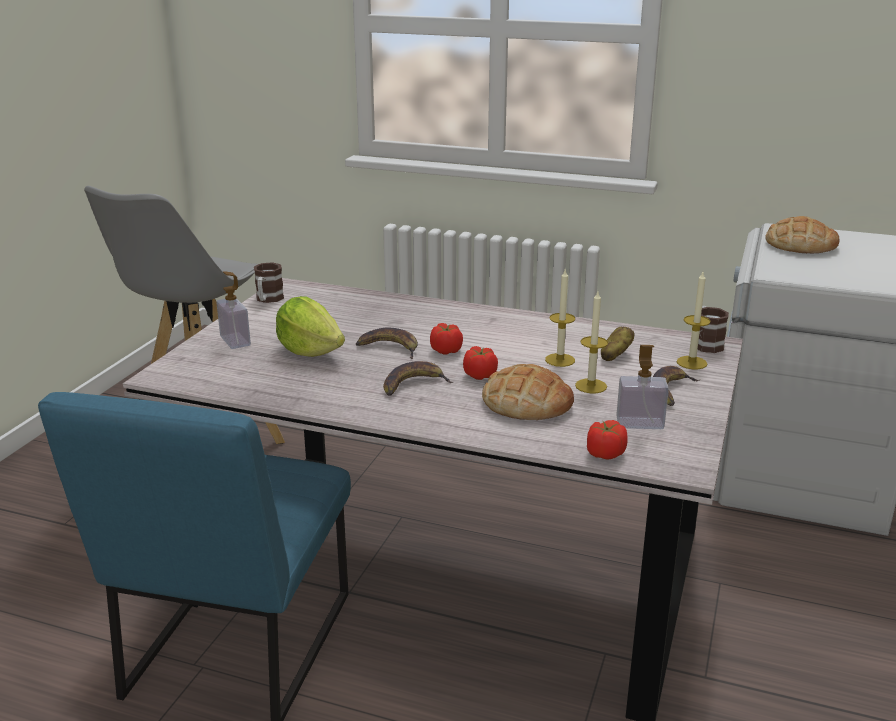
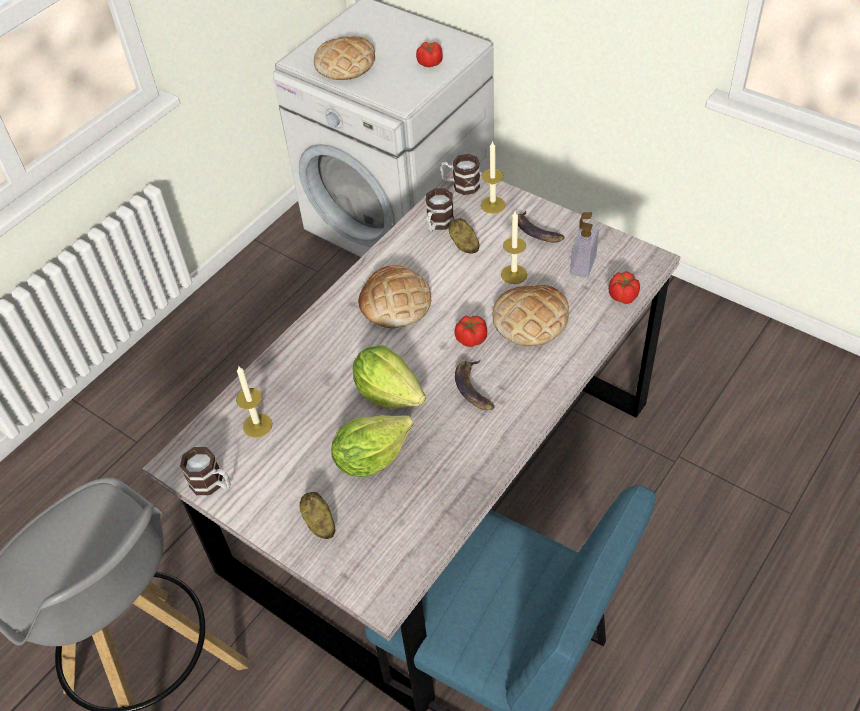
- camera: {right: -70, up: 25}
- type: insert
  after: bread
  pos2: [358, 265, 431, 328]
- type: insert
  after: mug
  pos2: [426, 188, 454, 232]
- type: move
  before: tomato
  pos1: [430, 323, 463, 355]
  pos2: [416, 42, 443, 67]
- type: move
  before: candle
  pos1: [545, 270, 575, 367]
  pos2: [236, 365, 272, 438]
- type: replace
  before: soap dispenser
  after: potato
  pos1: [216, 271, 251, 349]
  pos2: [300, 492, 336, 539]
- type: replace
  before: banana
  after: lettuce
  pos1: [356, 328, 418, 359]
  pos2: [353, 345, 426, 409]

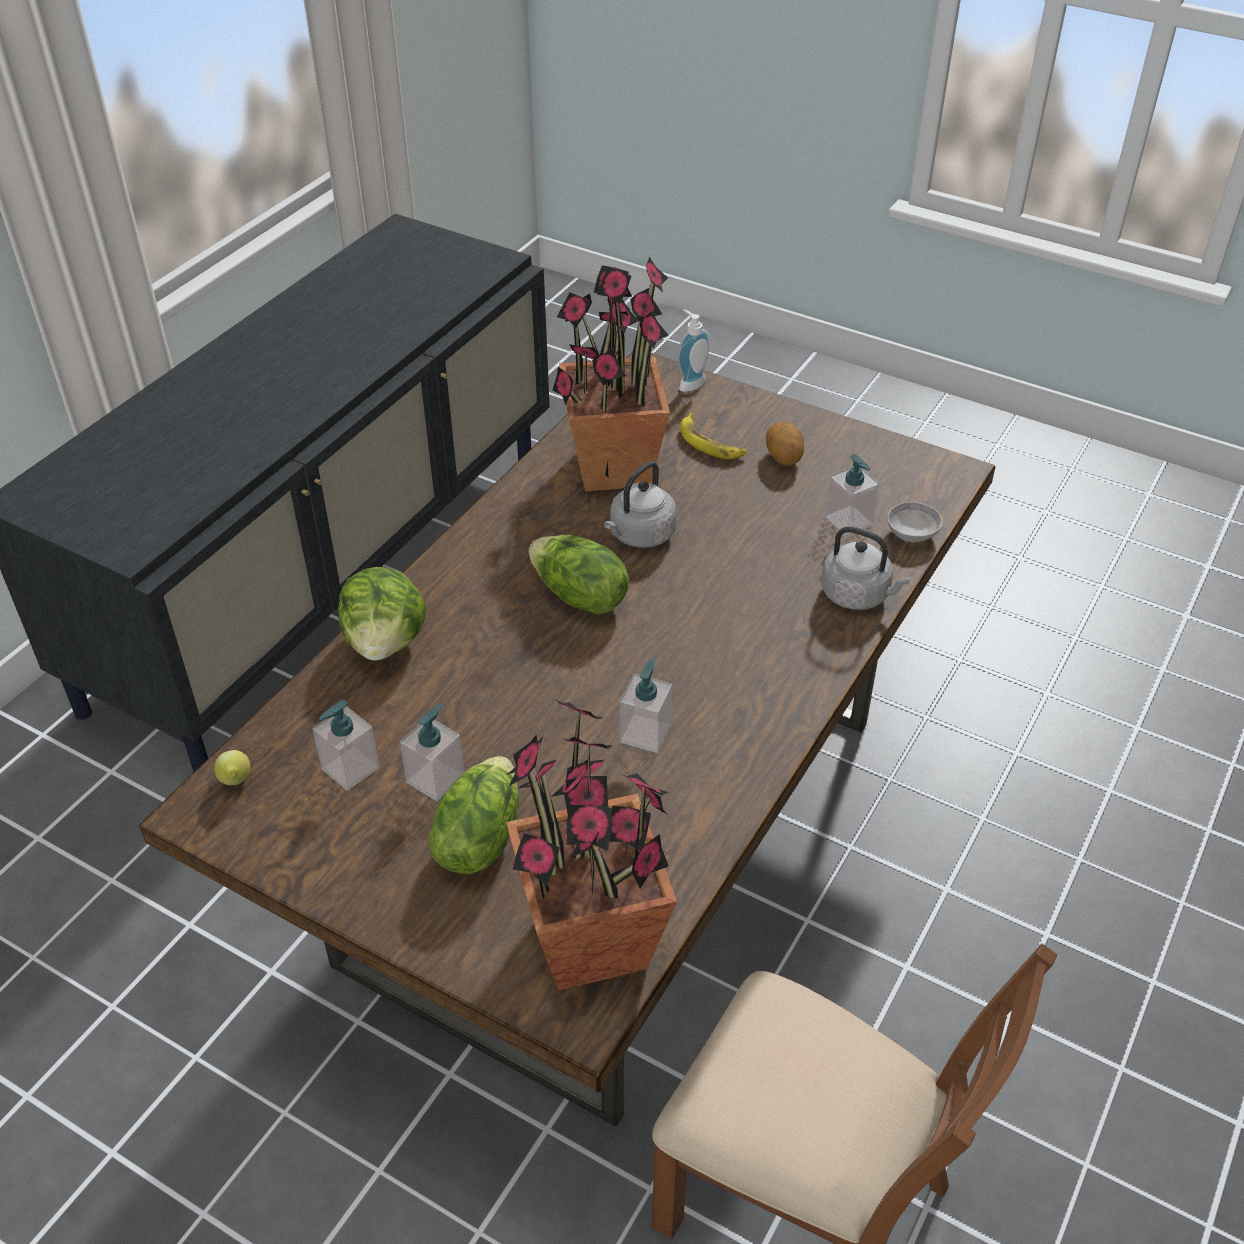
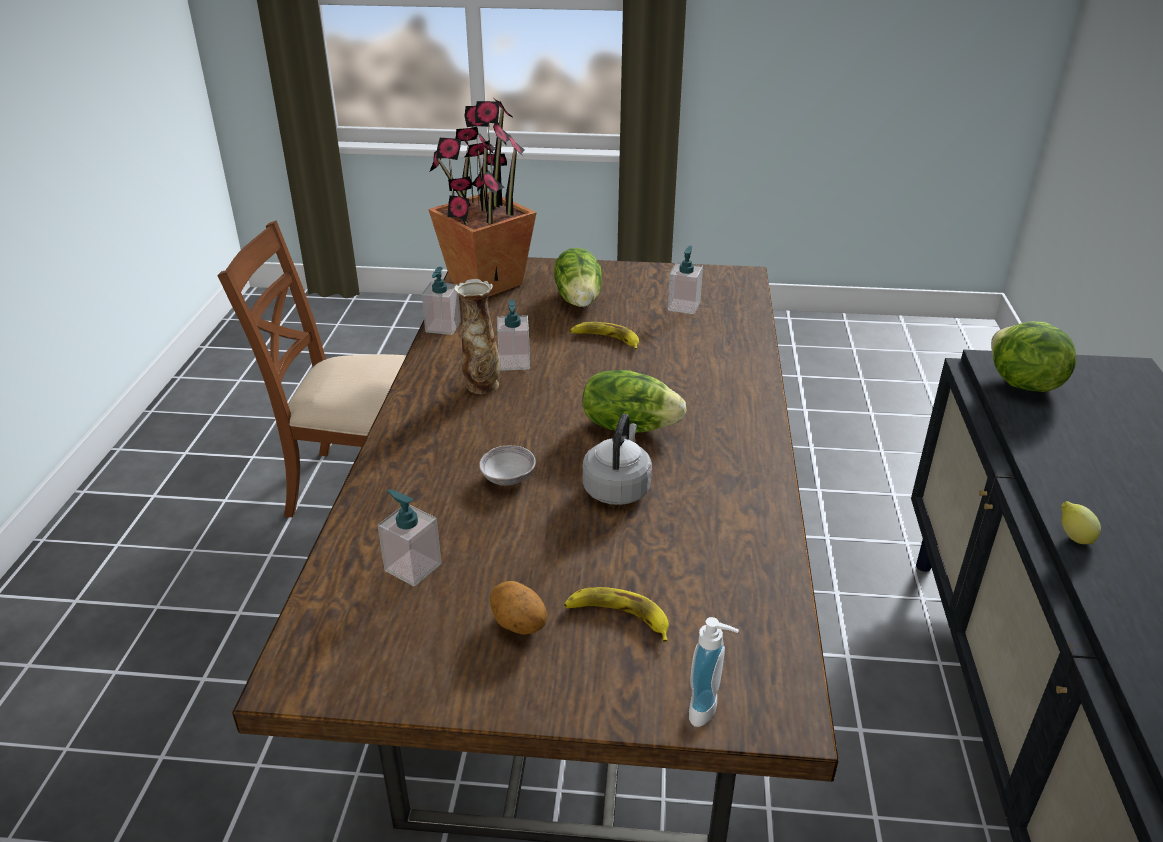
- camera: {right: 155, up: -10}
- type: delete
  before: potted plant
  pos1: [552, 257, 670, 492]
- type: delete
  before: kettle (grey)
  pos1: [821, 526, 911, 610]
- type: insert
  after: vase
  pos2: [454, 279, 500, 394]
- type: insert
  after: banana
  pos2: [570, 322, 639, 350]
- type: move
  before: lemon
  pos1: [214, 750, 250, 785]
  pos2: [1061, 501, 1101, 544]
- type: move
  before: lettuce
  pos1: [338, 567, 427, 661]
  pos2: [991, 321, 1077, 392]
- type: move
  before: soap dispenser
  pos1: [400, 703, 464, 801]
  pos2: [421, 267, 461, 335]
- type: move
  before: bowl (grey)
  pos1: [887, 502, 943, 542]
  pos2: [479, 446, 536, 486]

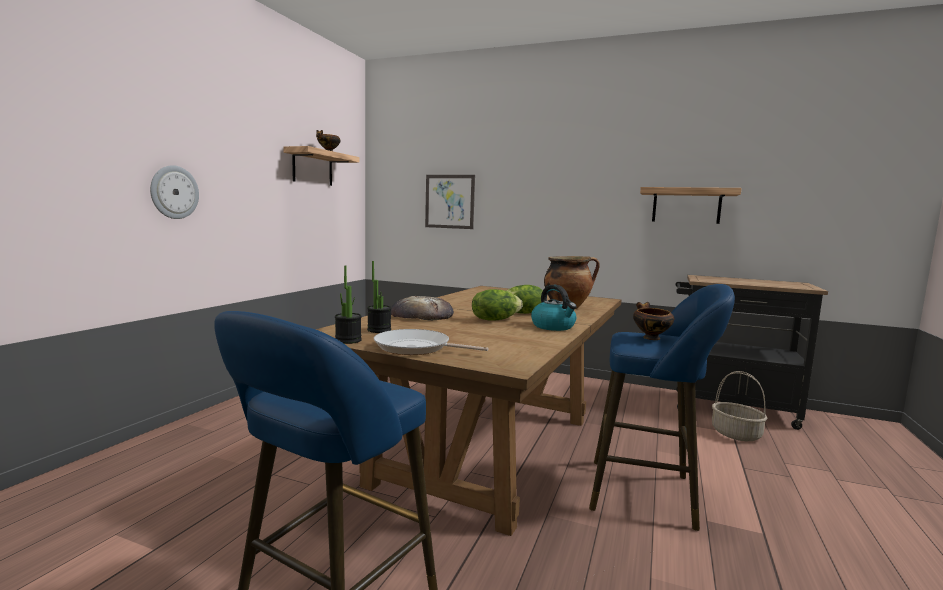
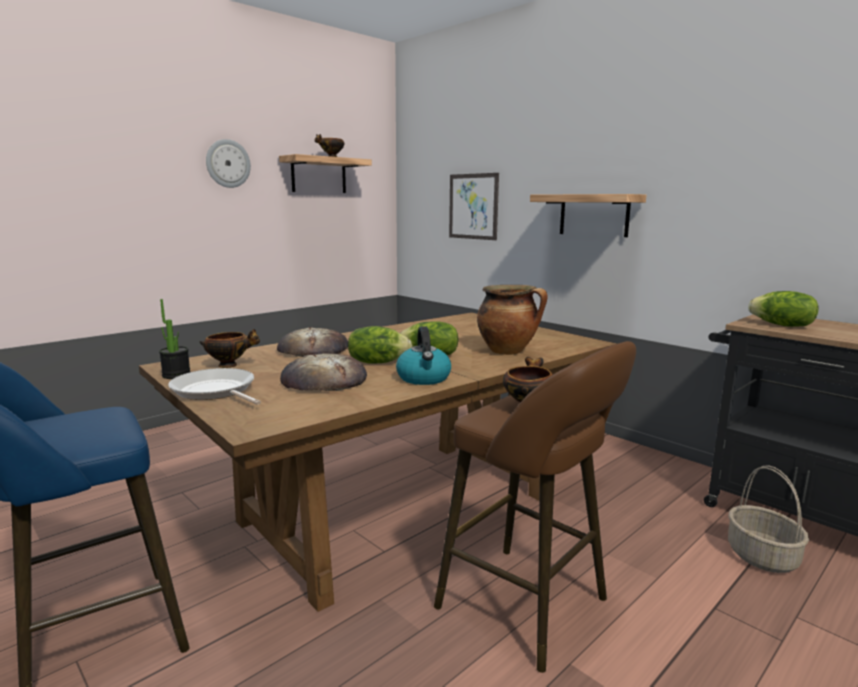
- camera: {right: 25, up: 5}
- type: insert
  after: bread
  pos2: [280, 353, 367, 391]
- type: insert
  after: lettuce
  pos2: [748, 291, 818, 327]
- type: move
  before: wall clock
  pos1: [150, 165, 199, 219]
  pos2: [206, 139, 251, 188]
- type: move
  before: shelf
  pos1: [640, 187, 741, 224]
  pos2: [530, 194, 647, 237]
- type: replace
  before: potted plant
  after: bowl
  pos1: [367, 261, 391, 333]
  pos2: [200, 329, 260, 368]
- type: recolor
  before: stool (blue)
  after: stool (brown)
  pos1: [589, 284, 735, 531]
  pos2: [434, 341, 636, 673]

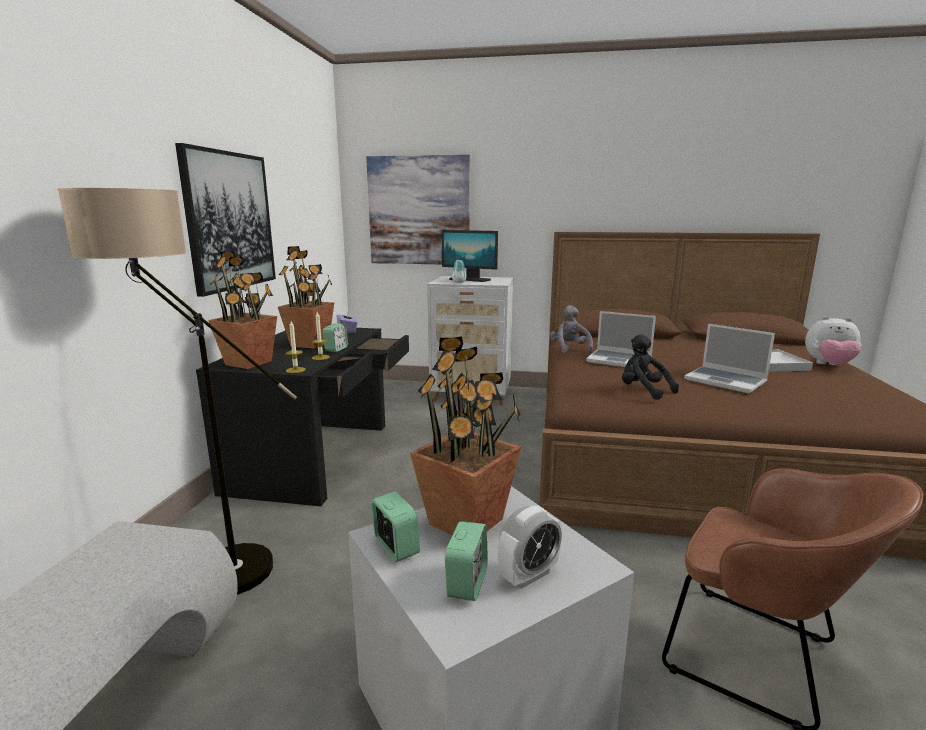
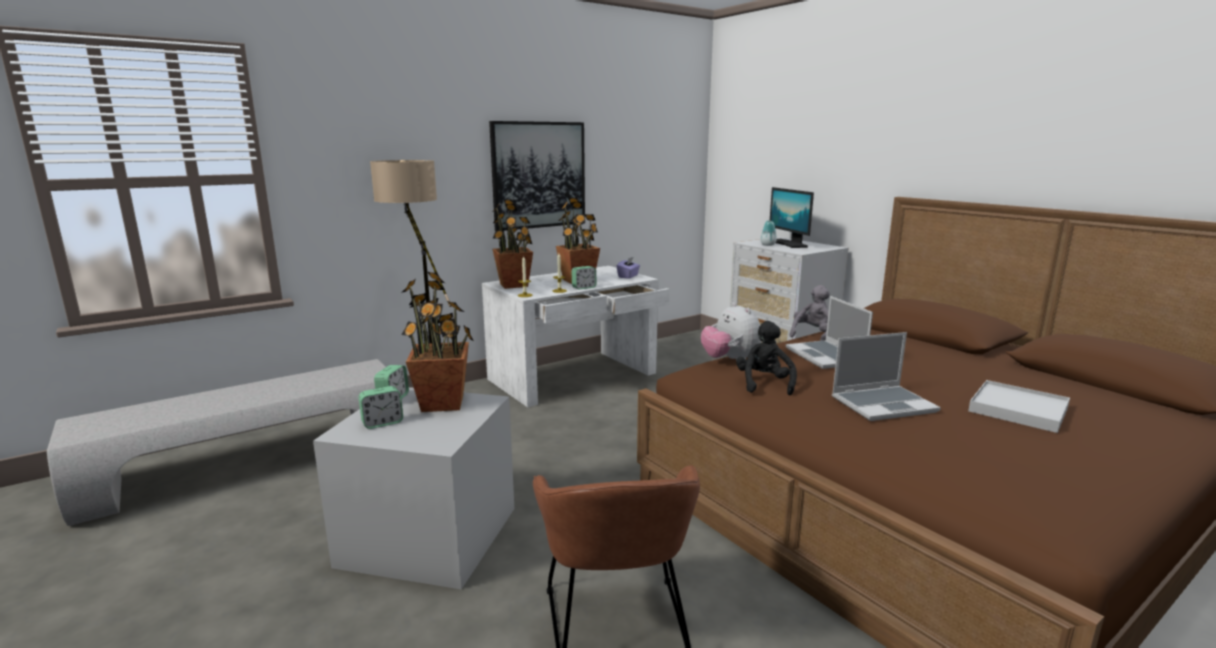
- camera: {right: 45, up: 0}
- type: delete
  before: picture
  pos1: [366, 154, 470, 264]
- type: delete
  before: alarm clock
  pos1: [498, 506, 562, 589]
- type: move
  before: plush toy
  pos1: [805, 316, 862, 365]
  pos2: [701, 302, 762, 360]
- type: recolor
  before: desk (black)
  after: desk (white)
  pos1: [196, 328, 409, 506]
  pos2: [482, 266, 669, 408]
- type: rotate
  before: laptop
  pos1: [684, 324, 775, 393]
  pos2: [832, 332, 941, 421]
  turn: -105

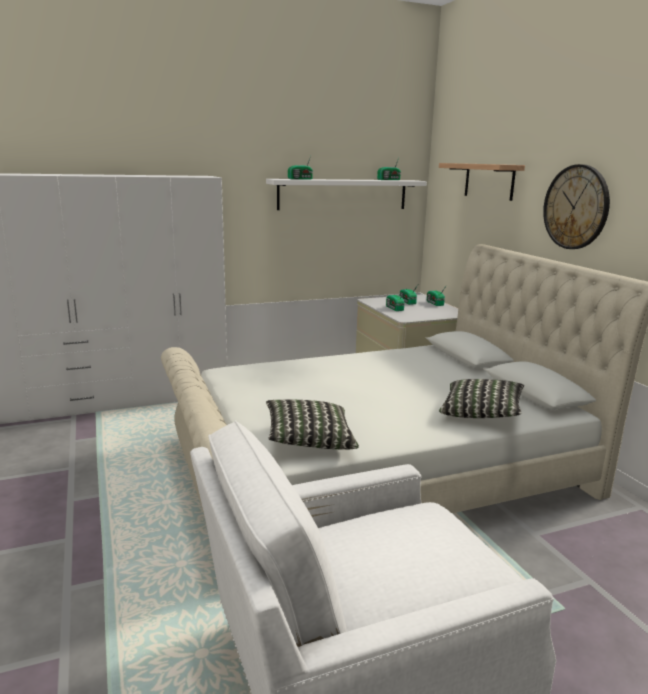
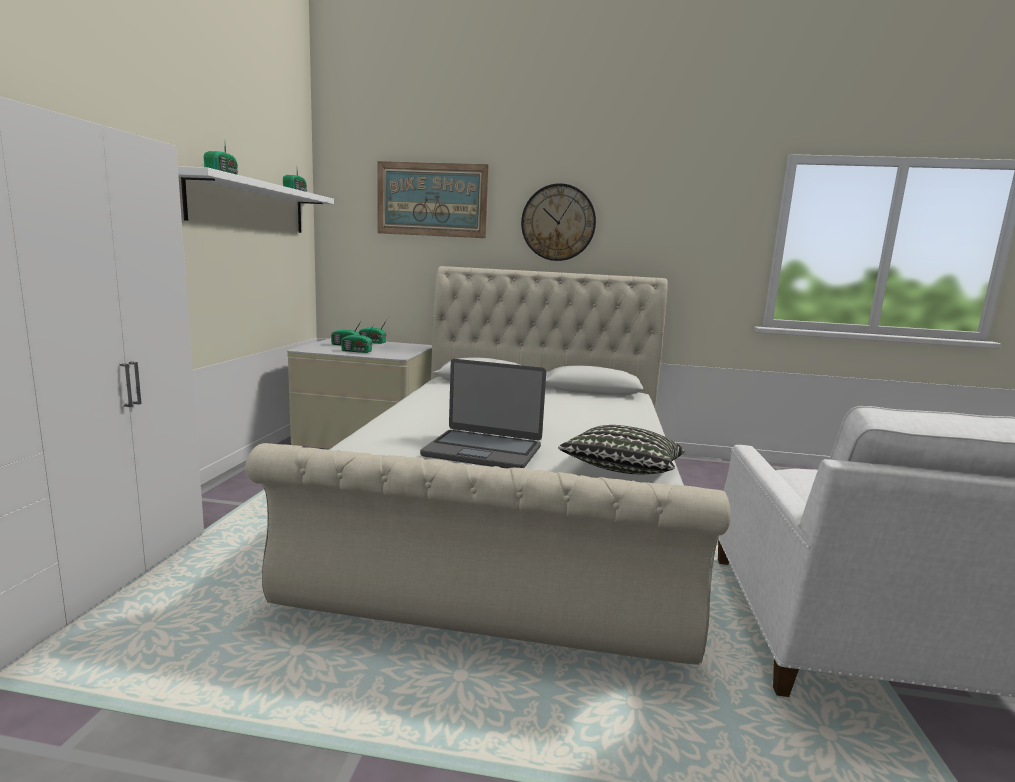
- camera: {right: -60, up: -5}
- type: delete
  before: pillow
  pos1: [439, 379, 524, 418]
- type: insert
  after: laptop
  pos2: [420, 359, 546, 468]
- type: replace
  before: shelf
  after: picture
  pos1: [439, 163, 525, 201]
  pos2: [377, 161, 489, 238]

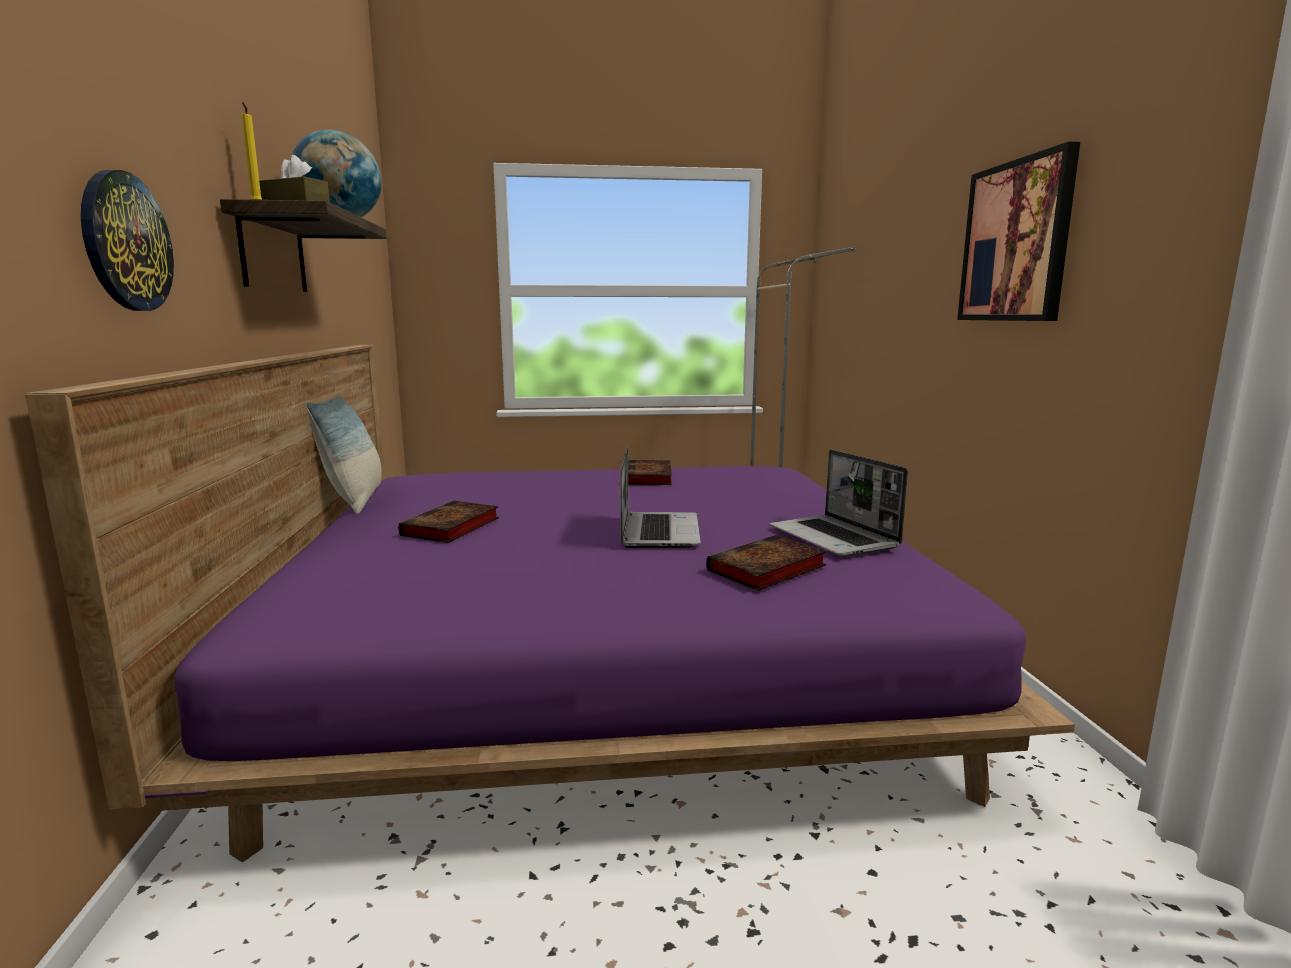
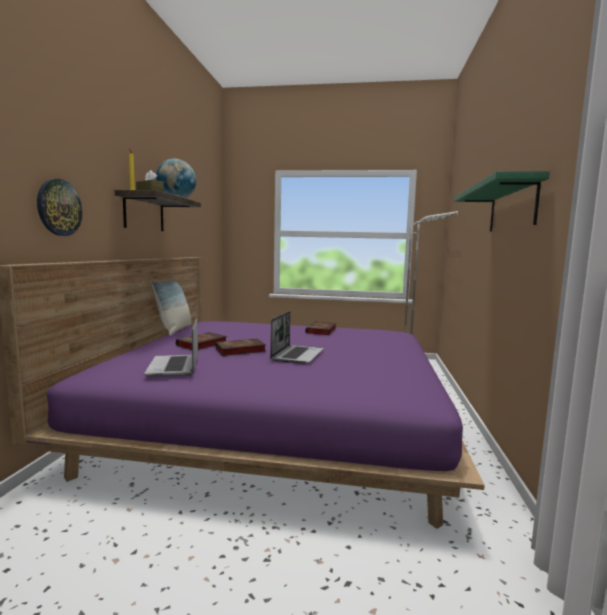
- camera: {right: 15, up: -5}
- type: move
  before: book
  pos1: [706, 535, 827, 591]
  pos2: [216, 338, 266, 356]
- type: move
  before: laptop
  pos1: [770, 450, 908, 557]
  pos2: [144, 317, 198, 376]
- type: replace
  before: picture
  after: shelf (green)
  pos1: [957, 142, 1080, 321]
  pos2: [454, 171, 550, 232]

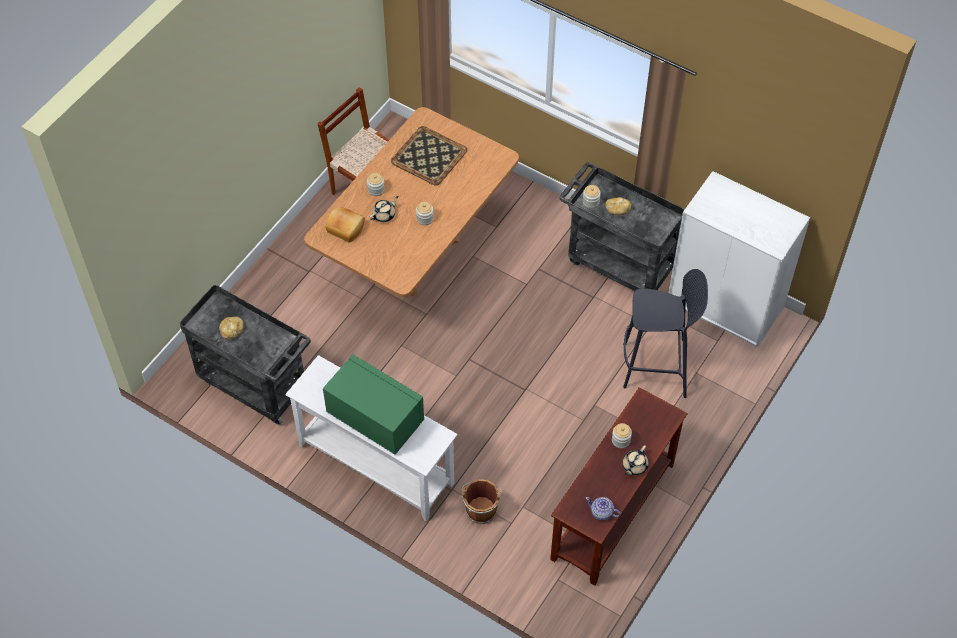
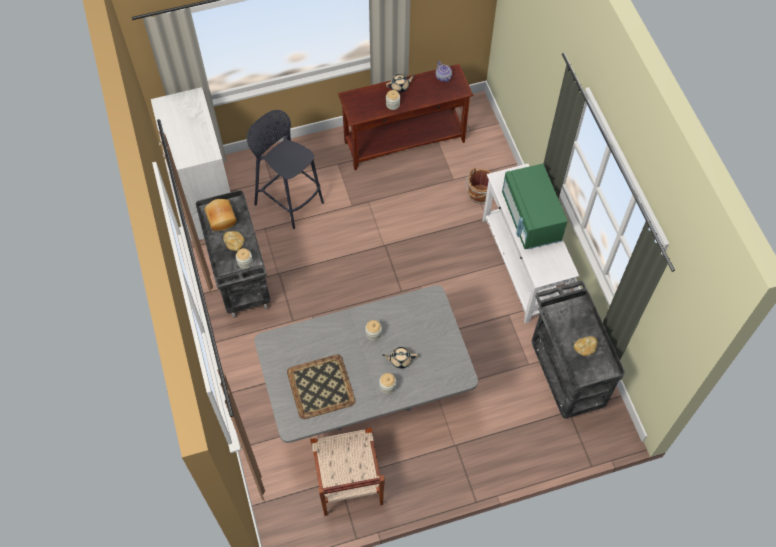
- camera: {right: -140, up: 5}
- type: move
  before: bread
  pos1: [326, 207, 365, 242]
  pos2: [205, 199, 237, 231]
- type: recolor
  before: dining table (brown)
  after: dining table (grey)
  pos1: [304, 107, 519, 298]
  pos2: [254, 285, 478, 443]

